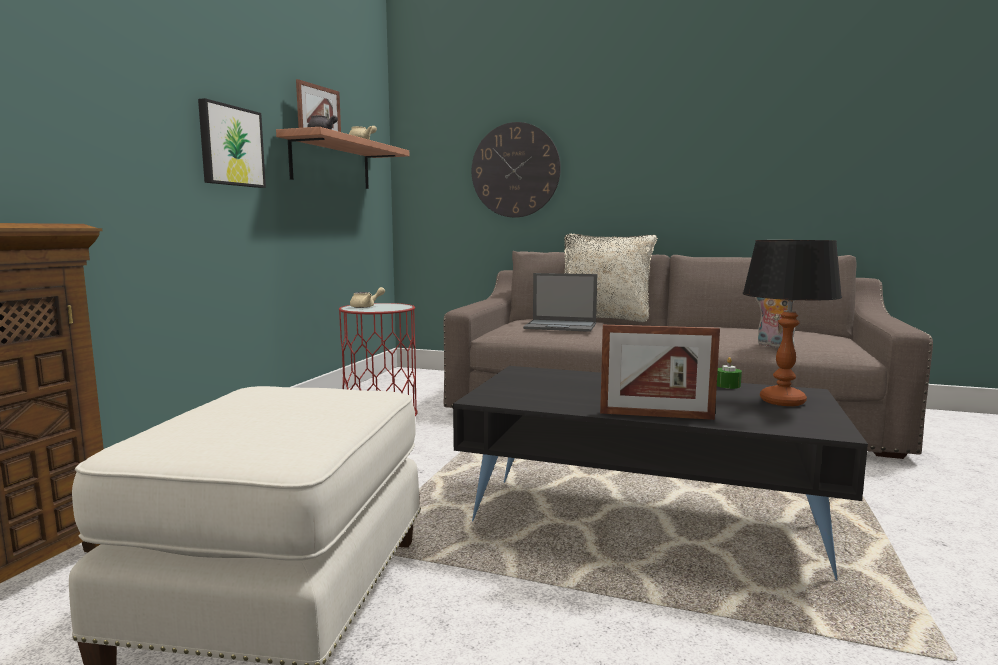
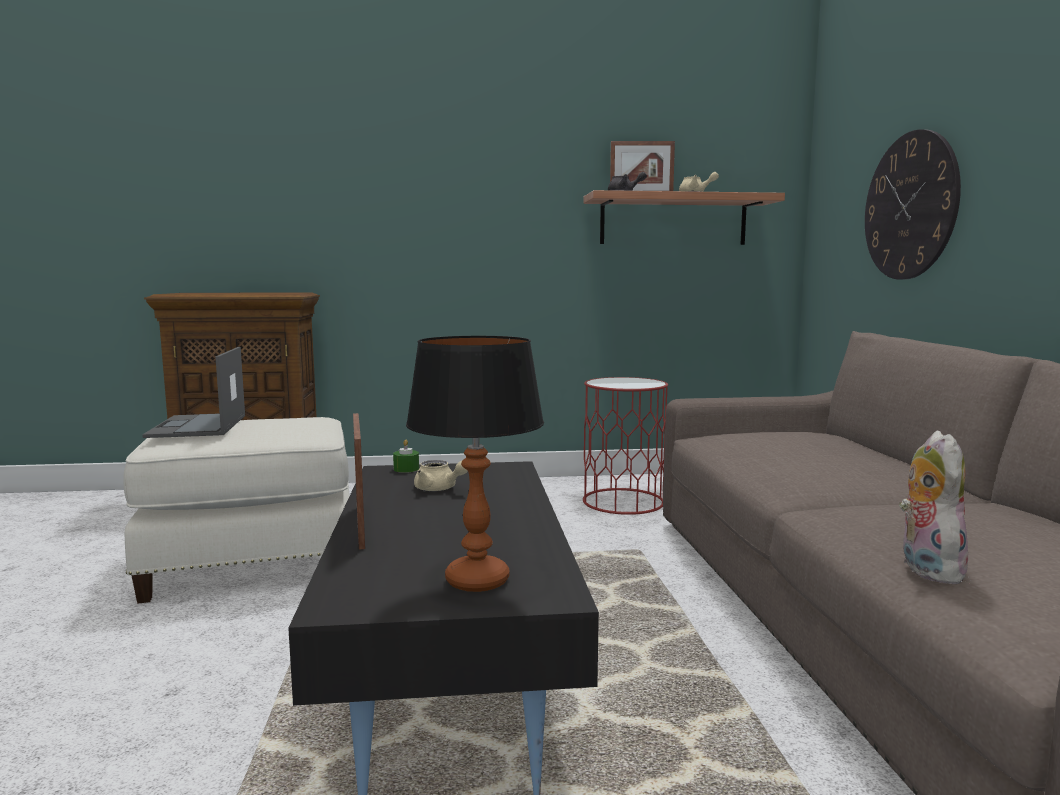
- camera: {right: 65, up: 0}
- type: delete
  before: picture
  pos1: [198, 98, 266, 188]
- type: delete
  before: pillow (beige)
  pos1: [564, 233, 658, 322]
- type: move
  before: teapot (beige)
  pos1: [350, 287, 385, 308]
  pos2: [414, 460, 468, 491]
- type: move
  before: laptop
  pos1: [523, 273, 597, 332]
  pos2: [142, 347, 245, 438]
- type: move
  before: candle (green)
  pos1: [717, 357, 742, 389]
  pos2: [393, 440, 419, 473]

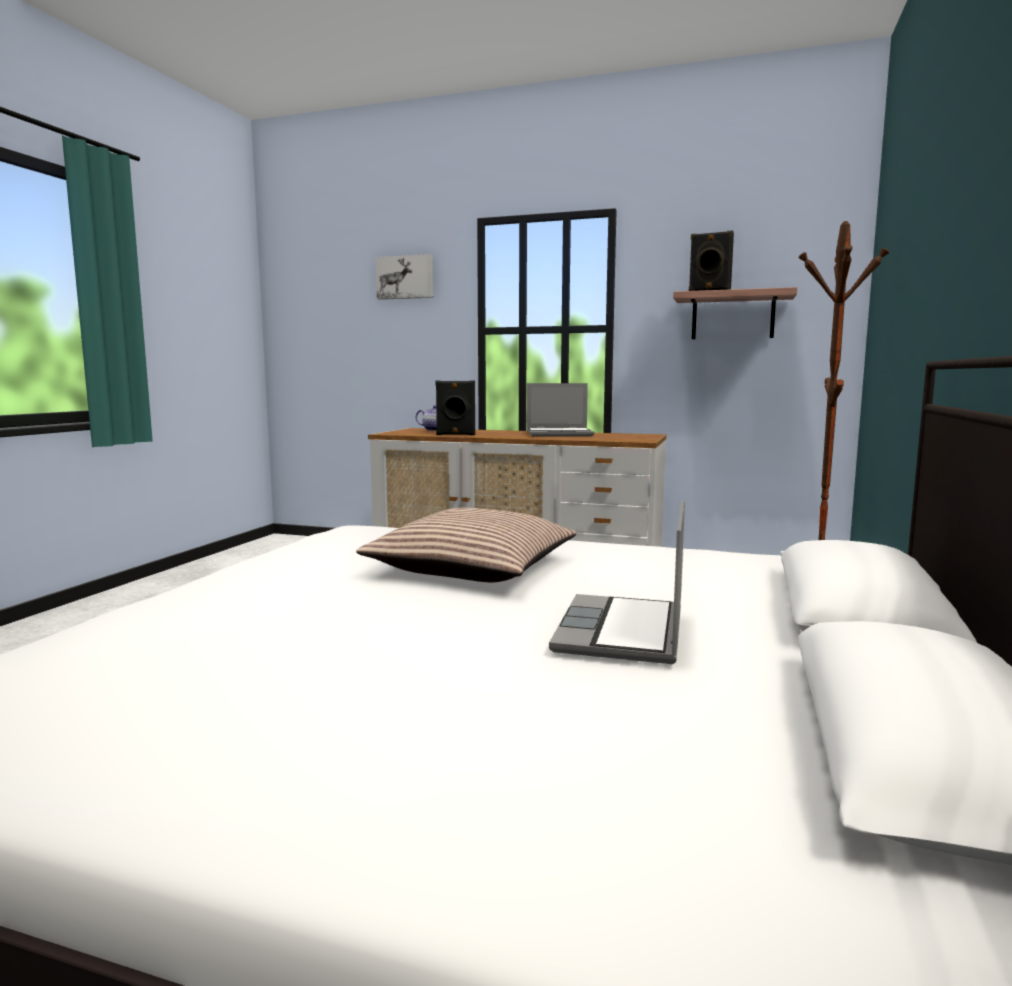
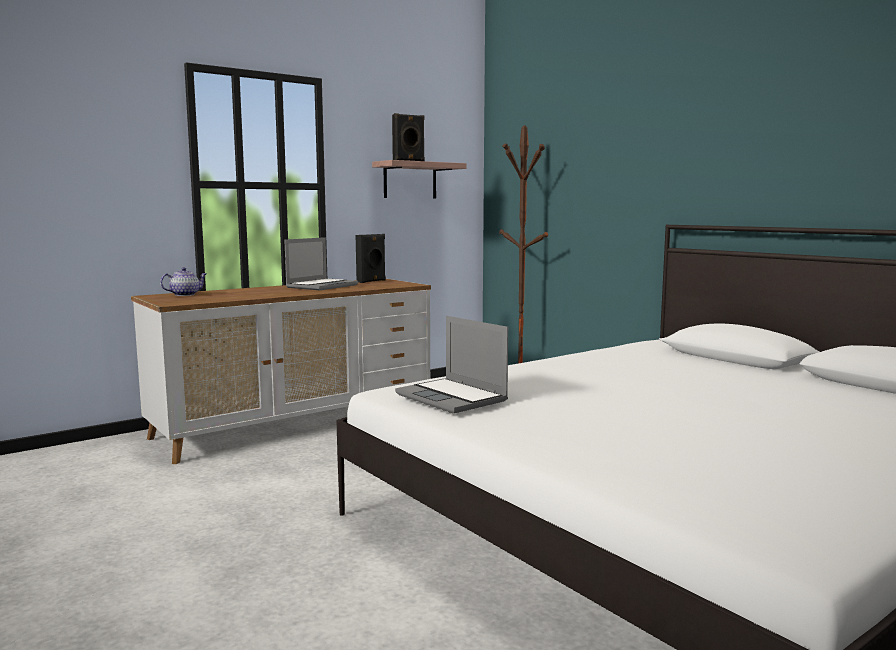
- camera: {right: -55, up: 0}
- type: delete
  before: pillow
  pos1: [356, 508, 576, 582]
- type: delete
  before: picture
  pos1: [375, 254, 433, 300]
- type: move
  before: speaker (black)
  pos1: [435, 380, 475, 435]
  pos2: [356, 234, 386, 283]
- type: move
  before: laptop
  pos1: [549, 500, 685, 664]
  pos2: [395, 316, 508, 414]

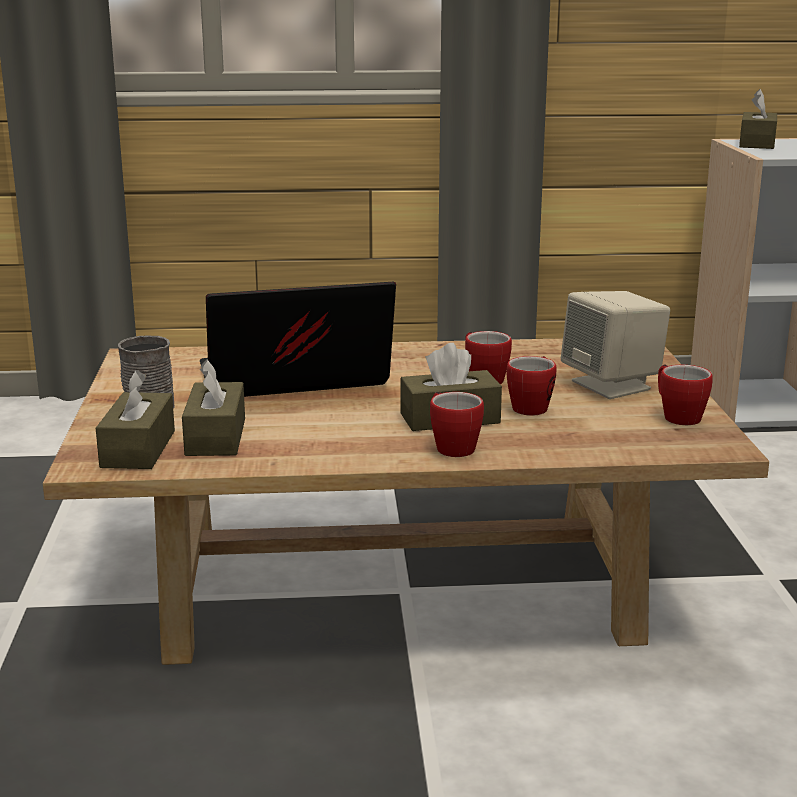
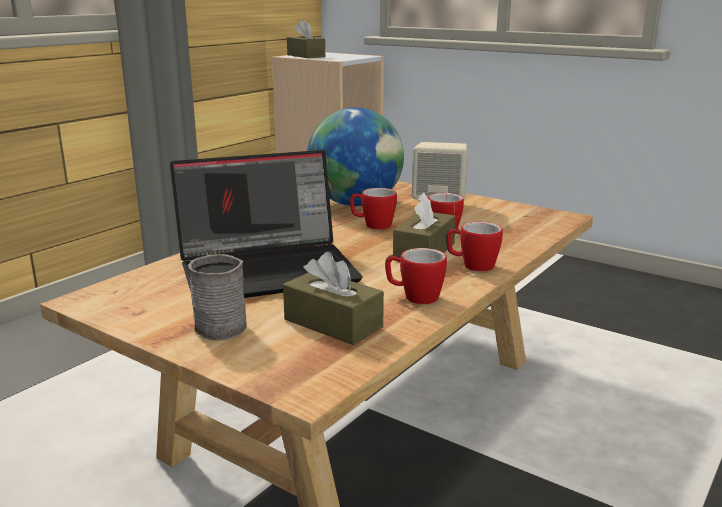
- camera: {right: -50, up: 0}
- type: delete
  before: tissue box (brown)
  pos1: [96, 370, 175, 469]
- type: insert
  after: globe
  pos2: [307, 107, 404, 206]
- type: move
  before: mug
  pos1: [658, 365, 713, 425]
  pos2: [385, 248, 447, 304]
- type: rotate
  before: laptop
  pos1: [200, 282, 396, 397]
  pos2: [170, 150, 363, 298]
  turn: -135

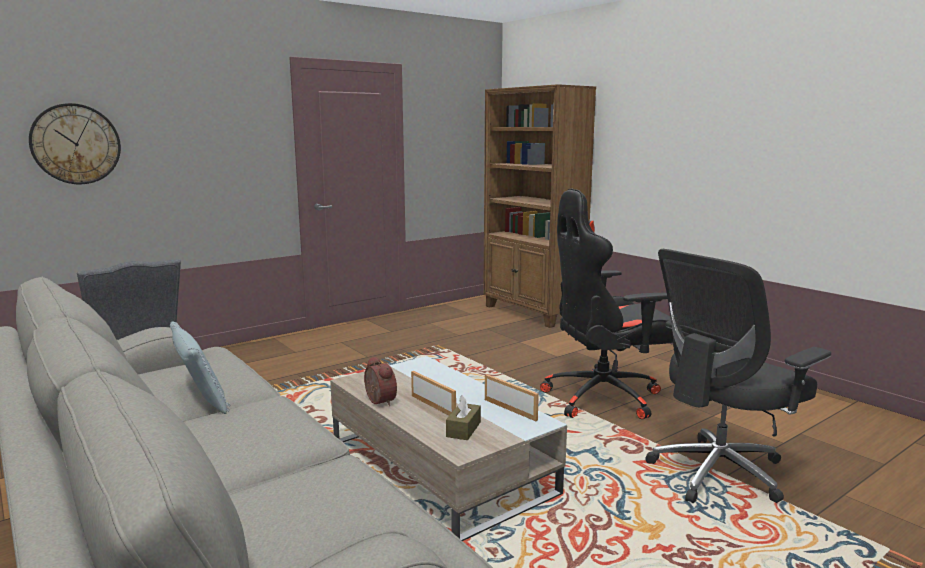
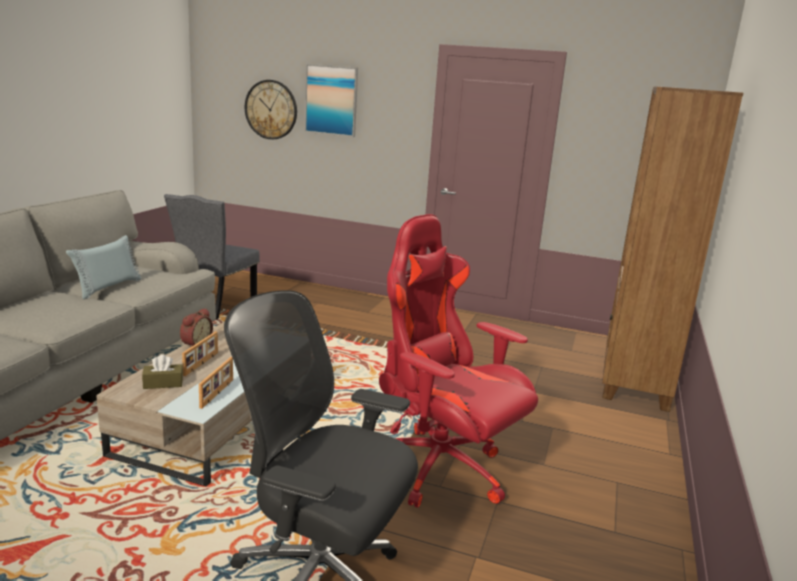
- camera: {right: 55, up: 5}
- type: insert
  after: picture
  pos2: [305, 64, 358, 137]
- type: recolor
  before: office chair (black)
  after: office chair (red)
  pos1: [540, 188, 673, 419]
  pos2: [379, 214, 538, 508]

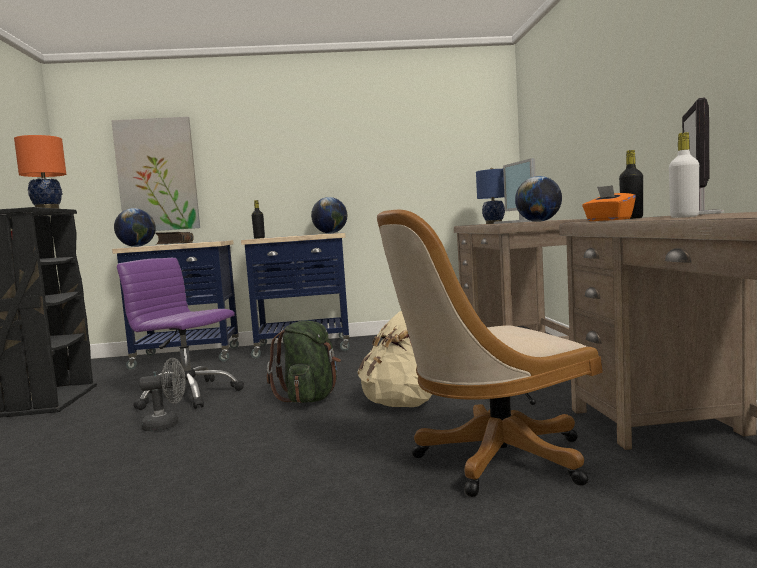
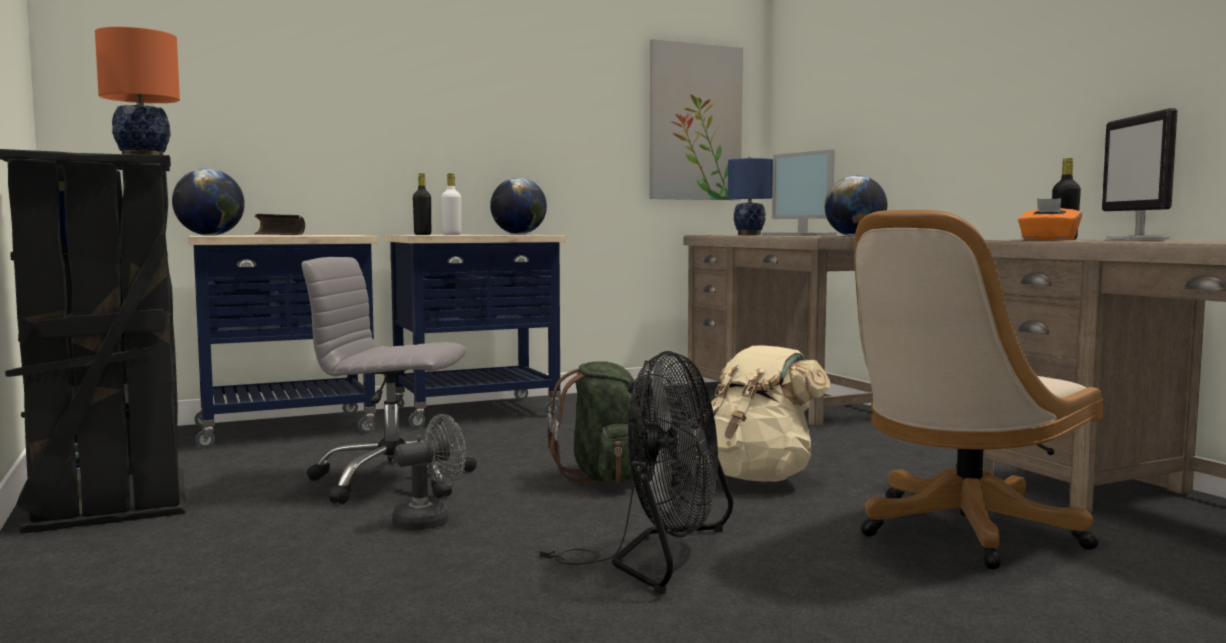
- camera: {right: -20, up: 0}
- type: insert
  after: fan (black)
  pos2: [538, 351, 733, 595]
- type: move
  before: picture
  pos1: [111, 117, 200, 231]
  pos2: [649, 39, 743, 200]
- type: move
  before: bottle (white)
  pos1: [669, 132, 699, 218]
  pos2: [441, 173, 461, 235]
- type: recolor
  before: office chair (purple)
  after: office chair (grey)
  pos1: [117, 258, 244, 410]
  pos2: [301, 257, 477, 504]

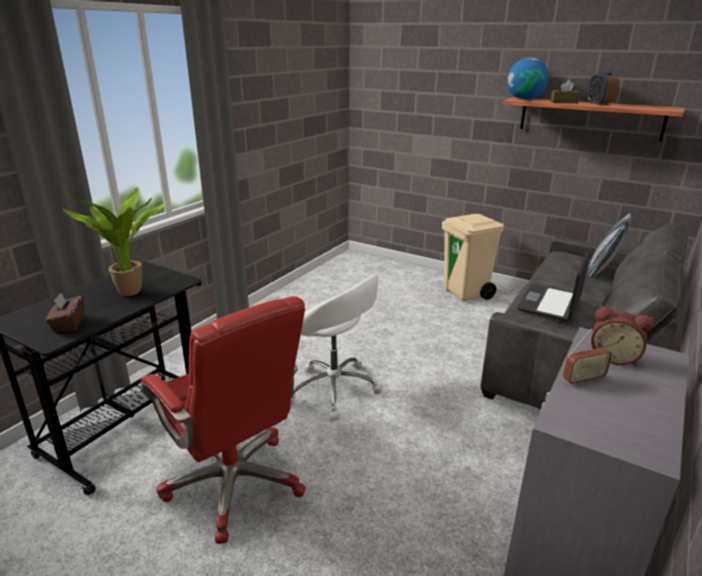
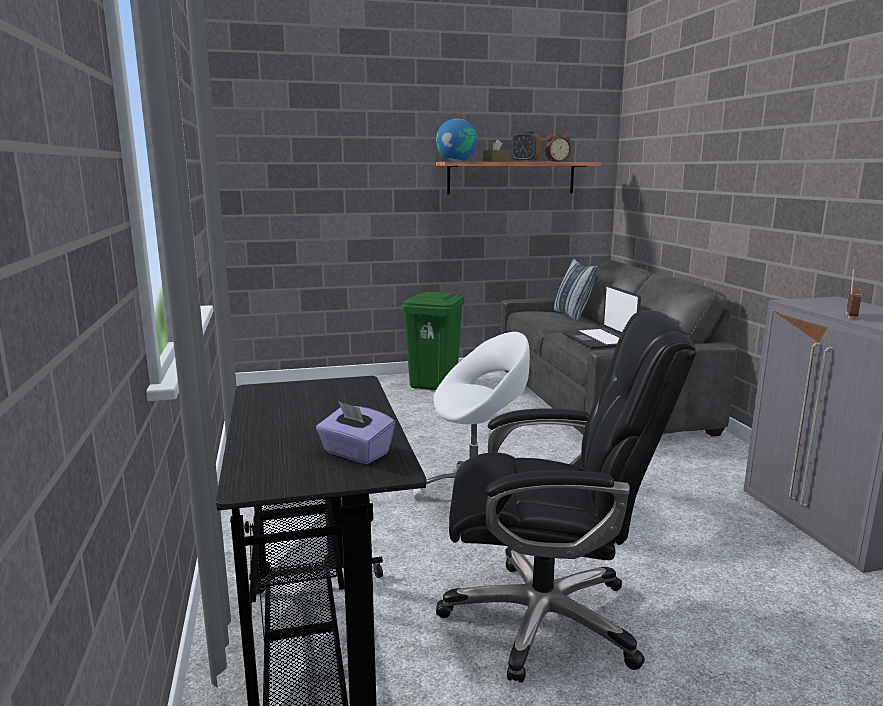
- camera: {right: -45, up: -10}
- type: delete
  before: potted plant
  pos1: [62, 187, 167, 296]
- type: move
  before: alarm clock
  pos1: [591, 306, 653, 365]
  pos2: [545, 134, 571, 162]
- type: recolor
  before: tissue box (brown)
  after: tissue box (purple)
  pos1: [46, 292, 84, 332]
  pos2: [316, 401, 395, 464]
- type: recolor
  before: office chair (red)
  after: office chair (black)
  pos1: [141, 296, 306, 544]
  pos2: [436, 310, 696, 683]
- type: recolor
  before: trash can (beige)
  after: trash can (green)
  pos1: [442, 214, 505, 301]
  pos2: [402, 292, 464, 390]

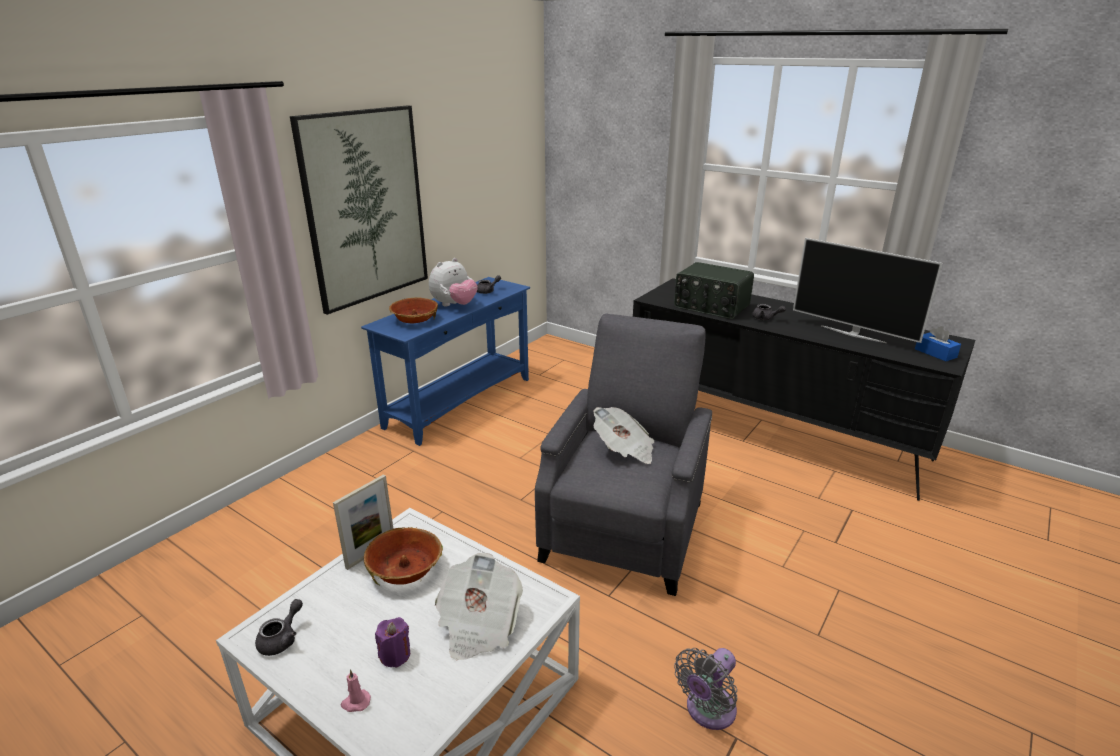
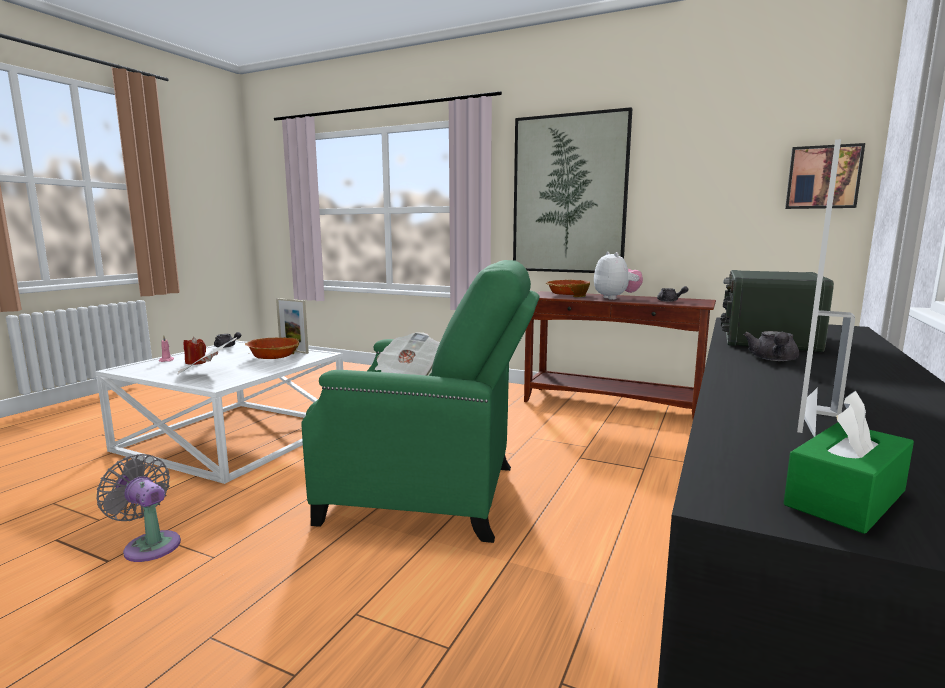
- camera: {right: 80, up: -15}
- type: insert
  after: picture
  pos2: [785, 143, 865, 209]
- type: recolor
  before: console table (blue)
  after: console table (brown)
  pos1: [361, 277, 530, 446]
  pos2: [524, 291, 716, 419]
- type: recolor
  before: candle (purple)
  after: candle (red)
  pos1: [375, 617, 410, 668]
  pos2: [184, 337, 206, 365]
- type: recolor
  before: armchair (grey)
  after: armchair (green)
  pos1: [535, 314, 712, 596]
  pos2: [301, 260, 539, 543]
- type: recolor
  before: tissue box (blue)
  after: tissue box (green)
  pos1: [915, 326, 961, 361]
  pos2: [783, 391, 914, 534]
- type: rotate
  before: plush toy
  pos1: [429, 258, 478, 306]
  pos2: [594, 252, 643, 300]
  turn: -135

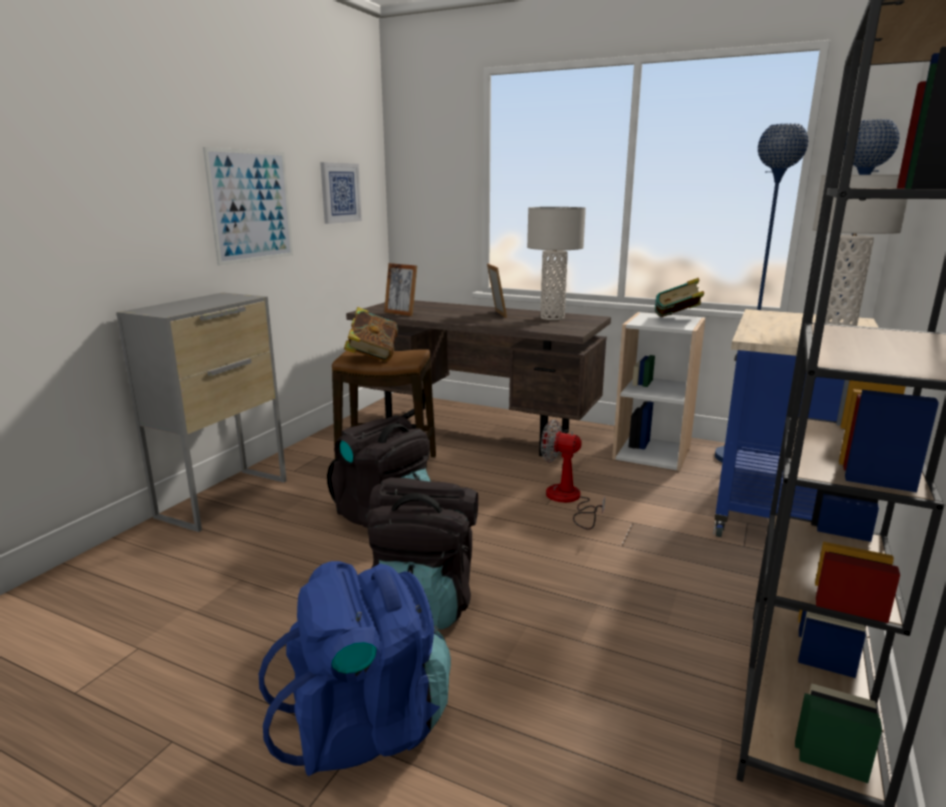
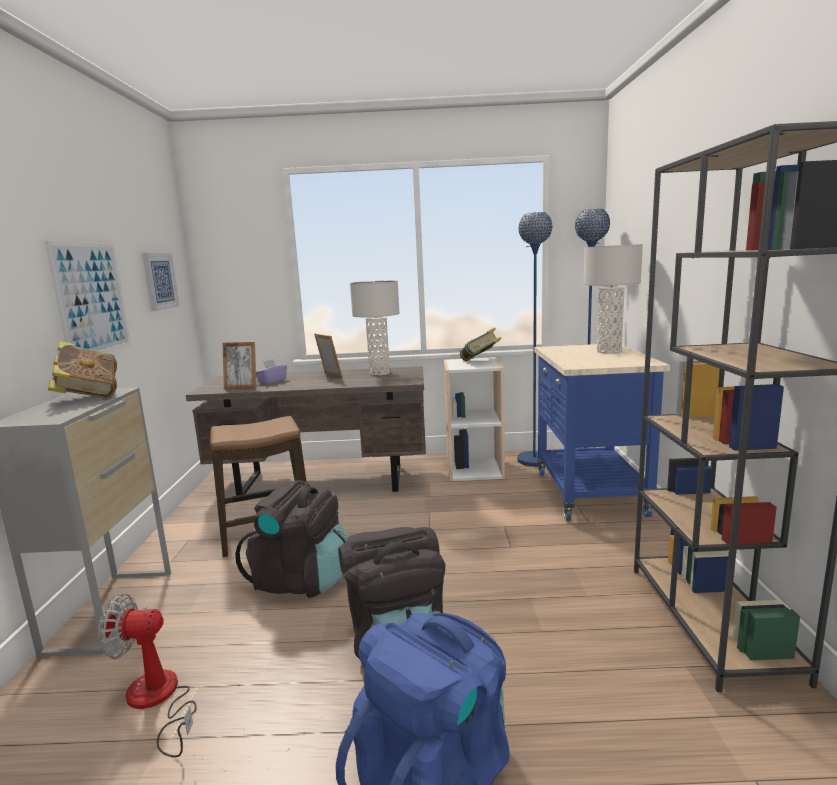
- camera: {right: -25, up: -5}
- type: insert
  after: tissue box (purple)
  pos2: [256, 359, 287, 384]
- type: move
  before: book
  pos1: [344, 307, 398, 361]
  pos2: [48, 341, 117, 398]
- type: move
  before: fan
  pos1: [541, 420, 605, 530]
  pos2: [98, 593, 197, 757]

